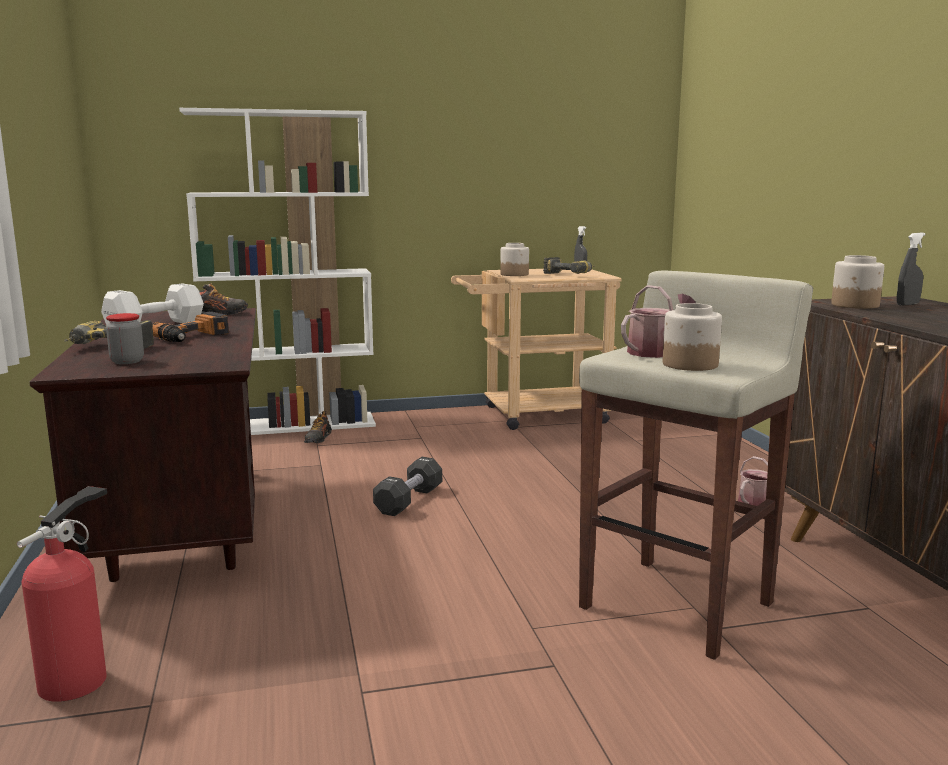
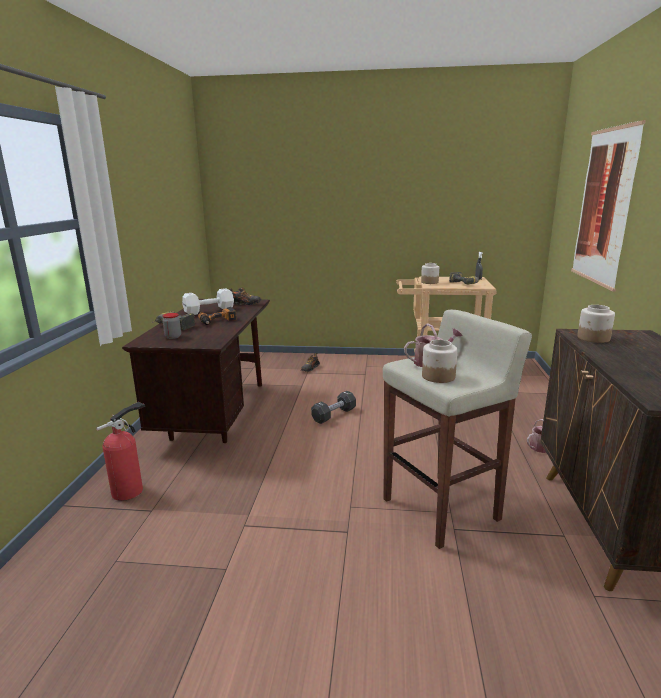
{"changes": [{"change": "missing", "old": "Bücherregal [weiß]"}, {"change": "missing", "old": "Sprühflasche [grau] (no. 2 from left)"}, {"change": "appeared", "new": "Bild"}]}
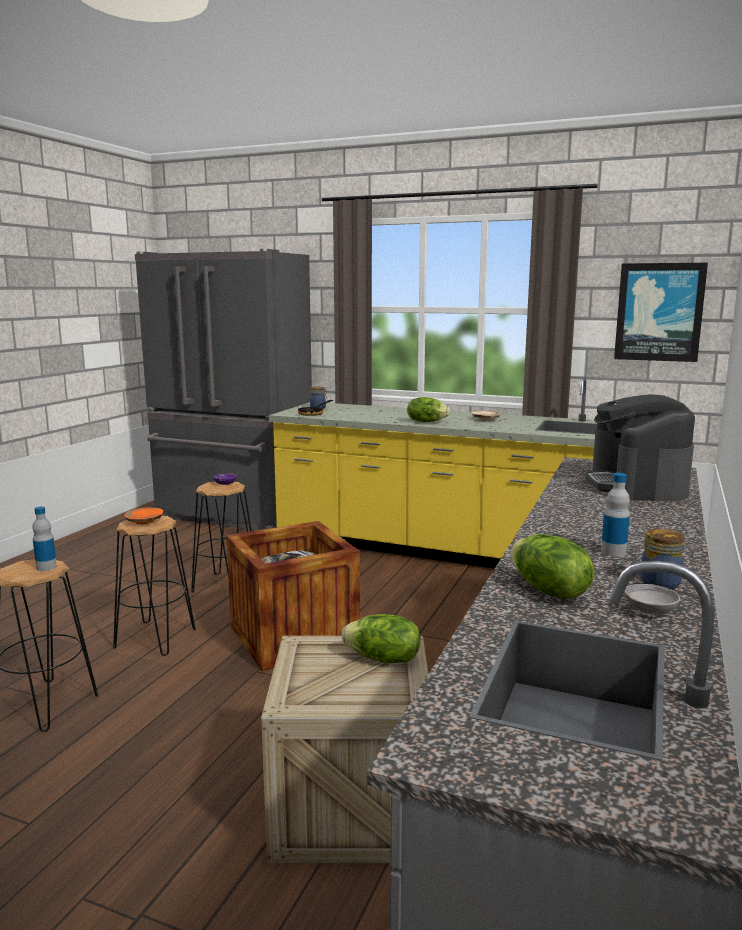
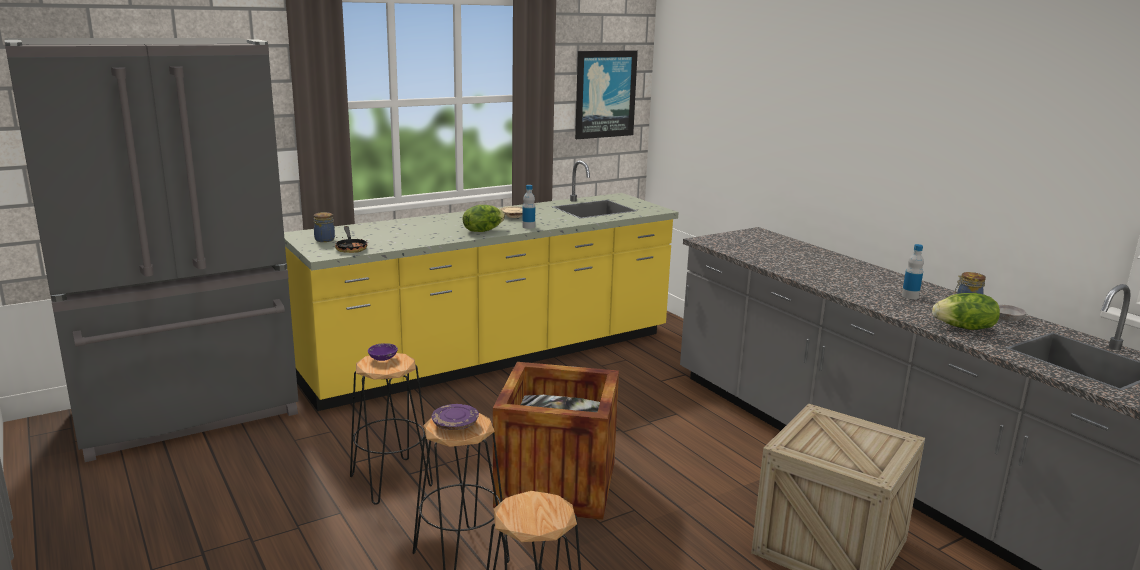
{"changes": [{"change": "relocated", "old": "Flasche (no. 1 from left)"}, {"change": "colour", "old": "Teller [orange]", "new": "Teller [lila]"}, {"change": "missing", "old": "Salatkopf (no. 1 from left)"}, {"change": "missing", "old": "Kaffeemaschine"}]}
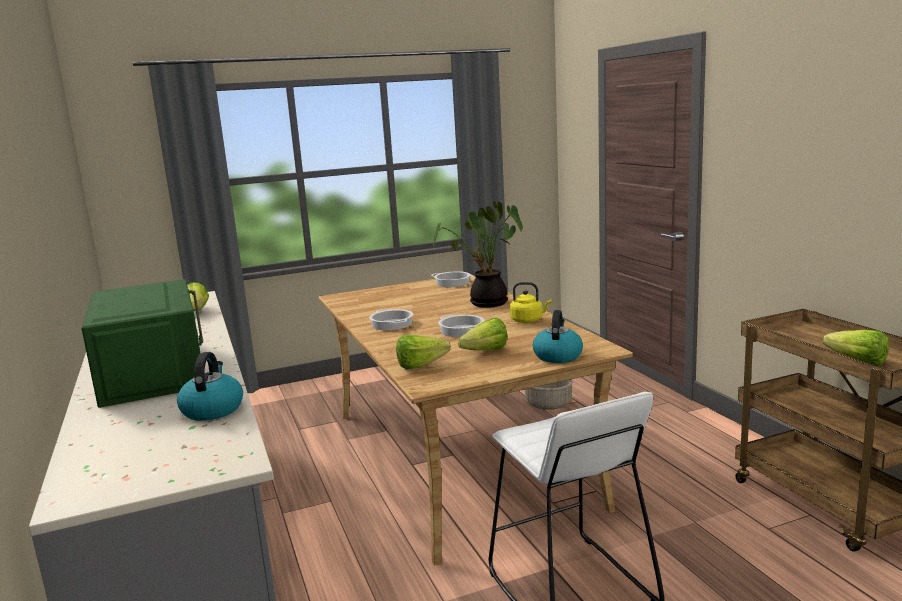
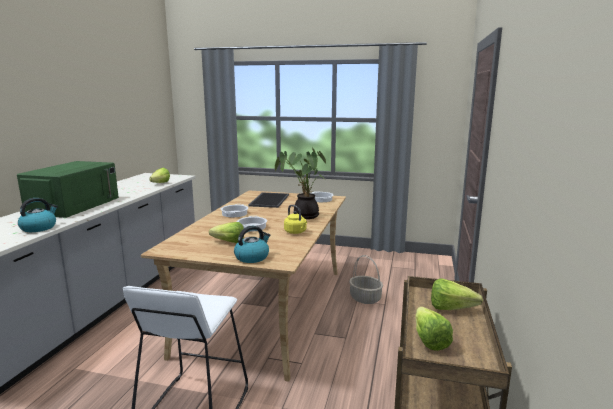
{"changes": [{"change": "relocated", "old": "Salatkopf (no. 2 from left in the first image)", "new": "Salatkopf (no. 4 from left)"}, {"change": "appeared", "new": "Tablett"}]}
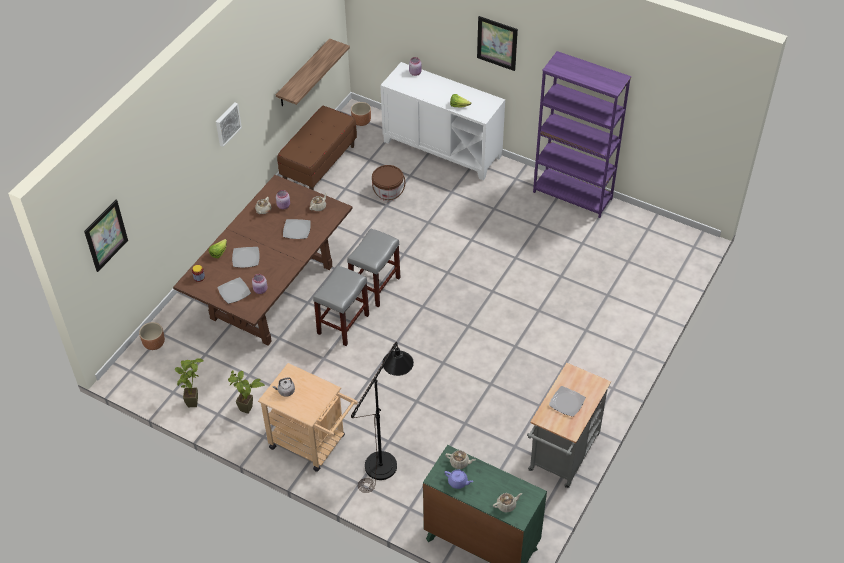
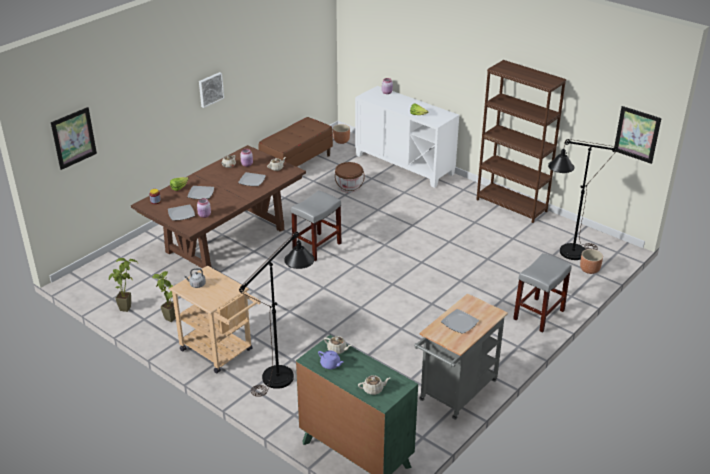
{"changes": [{"change": "relocated", "old": "Pflanzkübel [braun] (no. 1 from left in the first image)", "new": "Pflanzkübel [braun] (no. 2 from left)"}, {"change": "missing", "old": "Wandregal"}, {"change": "relocated", "old": "Hocker [grau] (no. 1 from left in the first image)", "new": "Hocker [grau] (no. 2 from left)"}, {"change": "relocated", "old": "Bild (no. 3 from left)"}, {"change": "colour", "old": "Bücherregal [lila]", "new": "Bücherregal [braun]"}, {"change": "appeared", "new": "Stehlampe [schwarz] (no. 2 from left)"}]}
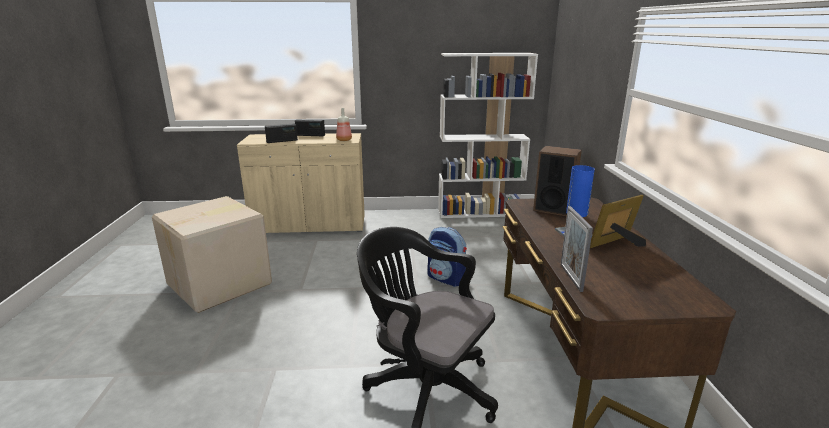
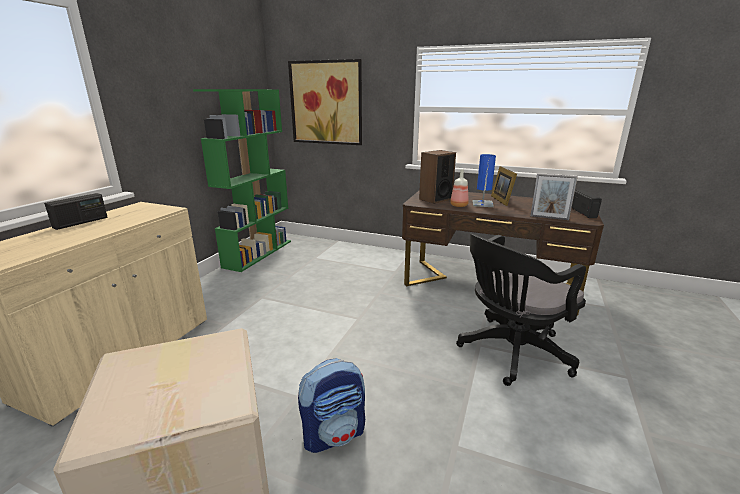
{"changes": [{"change": "relocated", "old": "Radio (no. 1 from left in the first image)", "new": "Radio (no. 2 from left)"}, {"change": "relocated", "old": "Flasche"}, {"change": "relocated", "old": "Rucksack"}, {"change": "colour", "old": "Bücherregal [weiß]", "new": "Bücherregal [grün]"}, {"change": "appeared", "new": "Bild"}]}
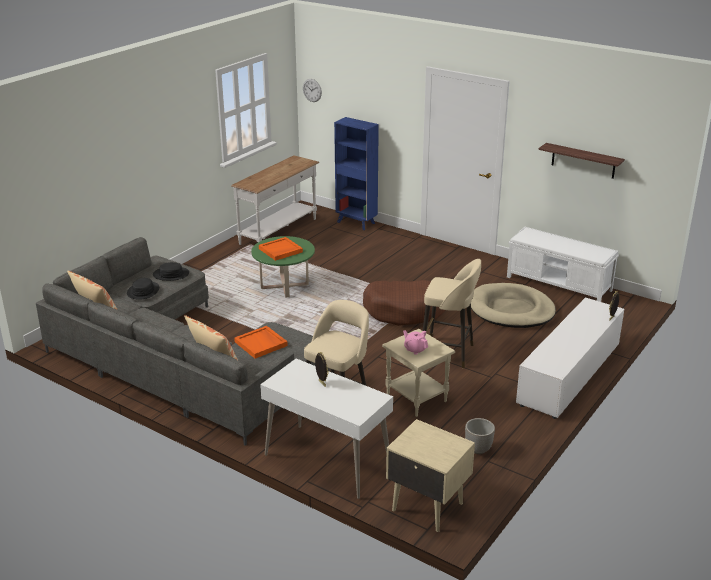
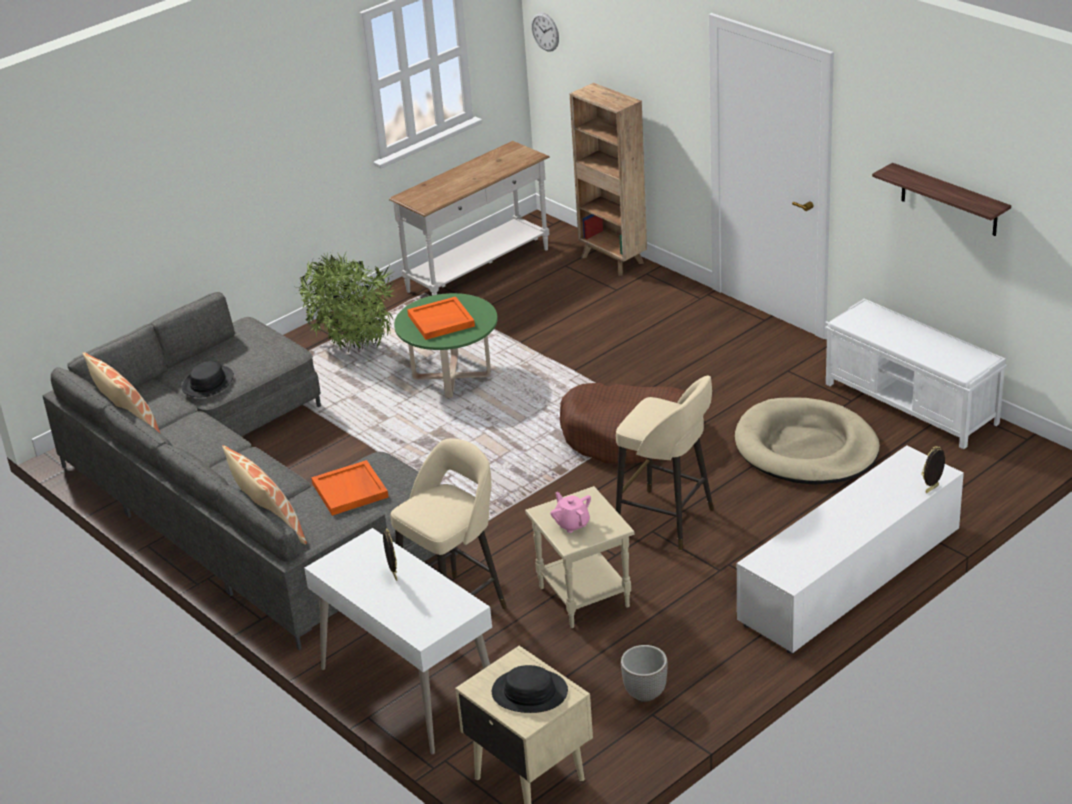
{"changes": [{"change": "relocated", "old": "Hut [schwarz] (no. 2 from left)"}, {"change": "colour", "old": "Bücherregal [blau]", "new": "Bücherregal [braun]"}, {"change": "appeared", "new": "Topfpflanze"}]}
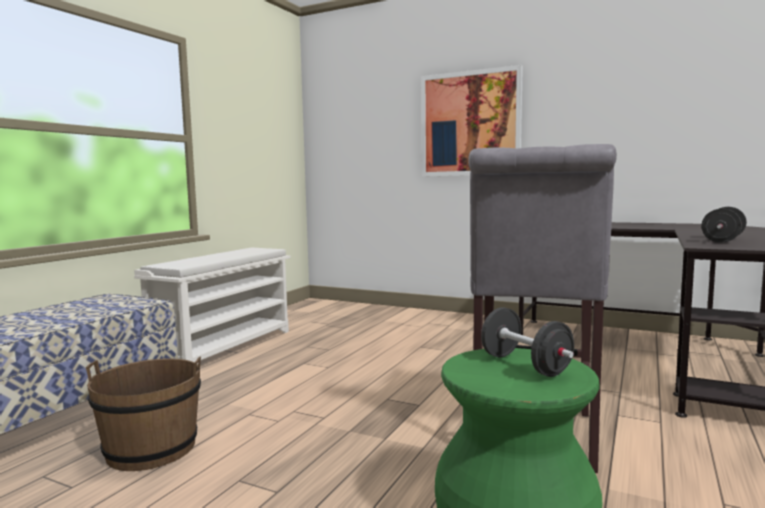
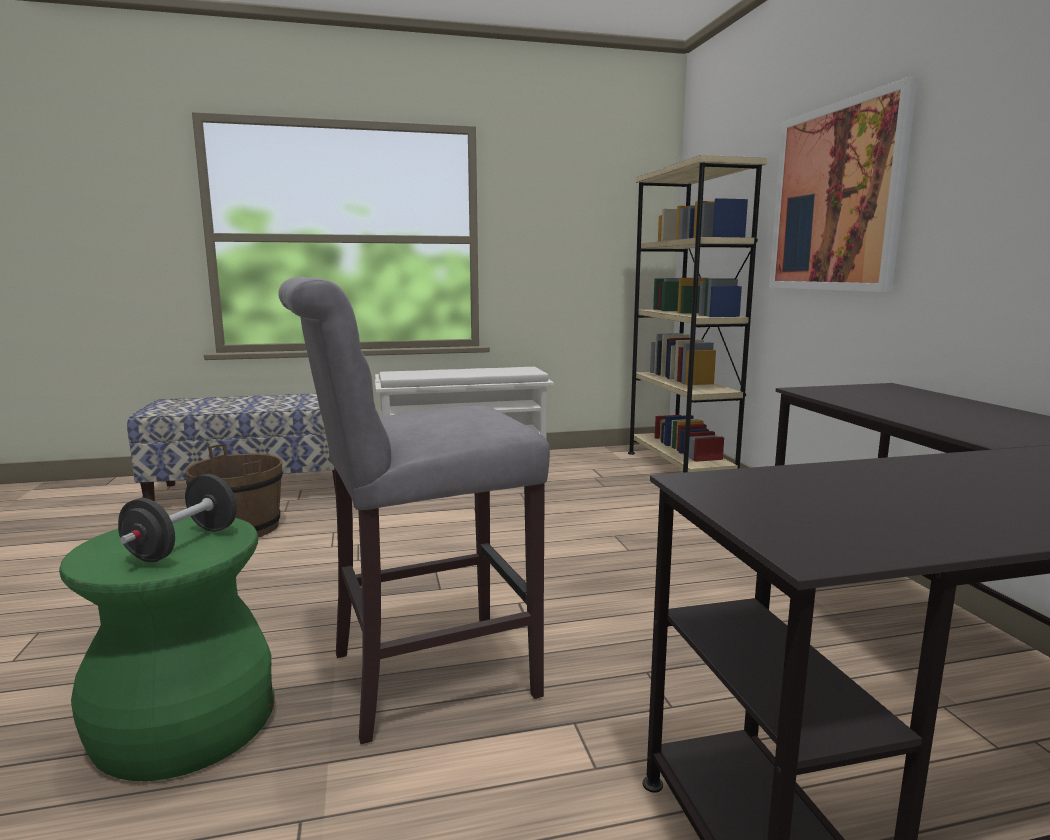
{"changes": [{"change": "missing", "old": "Hantel [schwarz] (no. 2 from left)"}, {"change": "appeared", "new": "Bücherregal [beige]"}]}
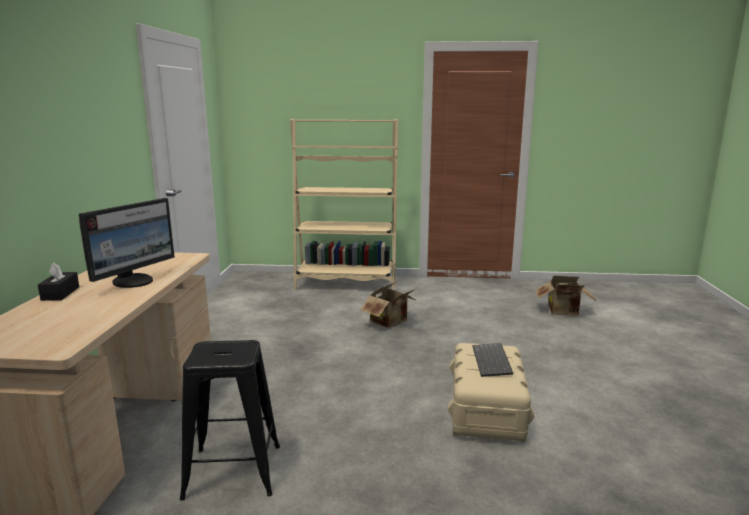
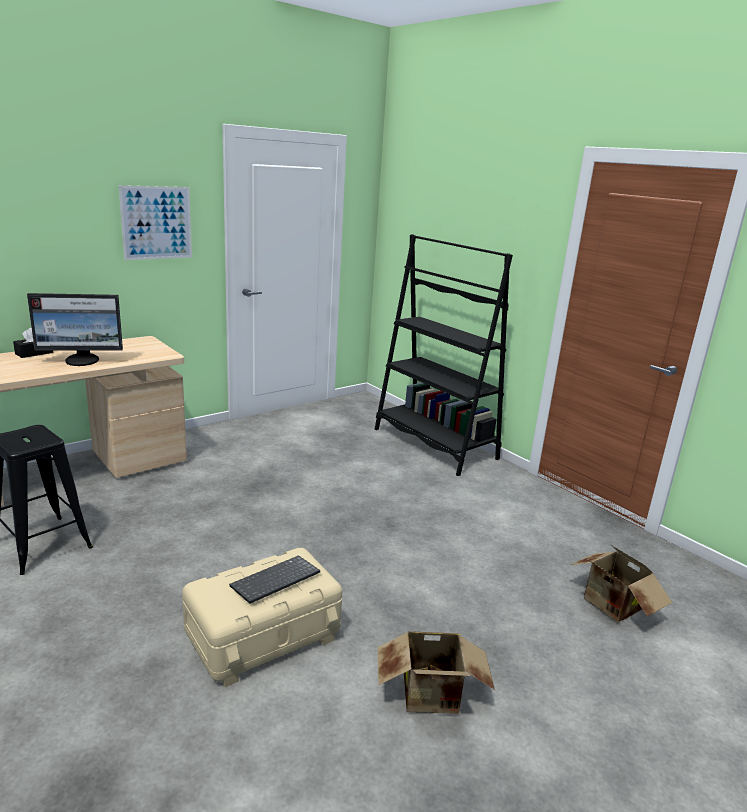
{"changes": [{"change": "colour", "old": "Bücherregal [beige]", "new": "Bücherregal [schwarz]"}, {"change": "relocated", "old": "Karton (no. 1 from left)"}, {"change": "appeared", "new": "Bild"}]}
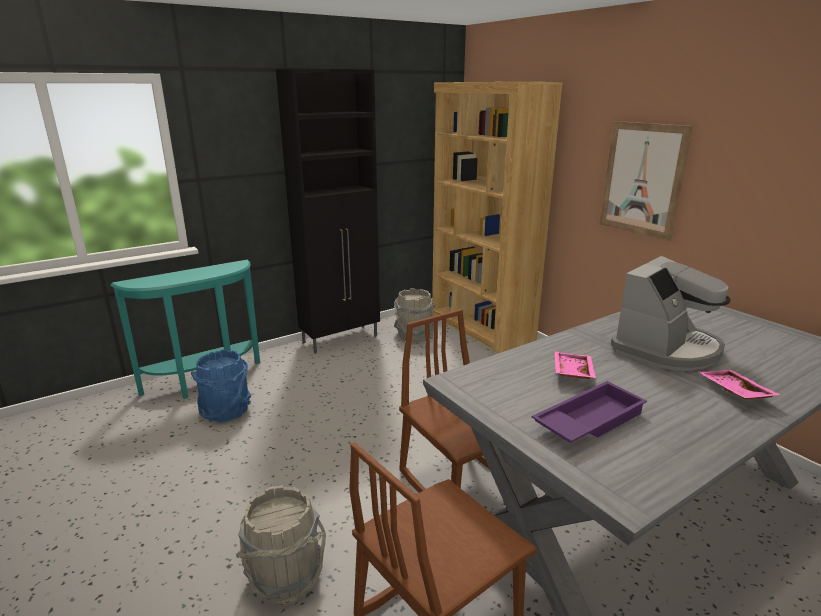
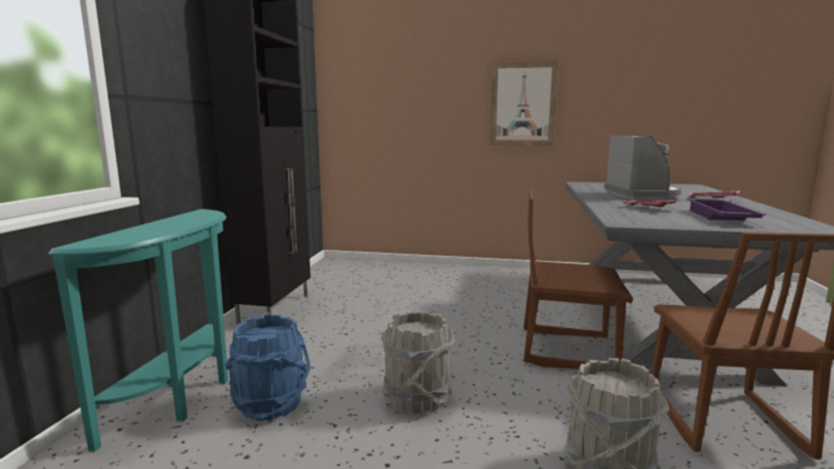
{"changes": [{"change": "relocated", "old": "Eimer [grau] (no. 2 from left in the first image)", "new": "Eimer [grau] (no. 1 from left)"}, {"change": "missing", "old": "Bücherregal [braun]"}]}
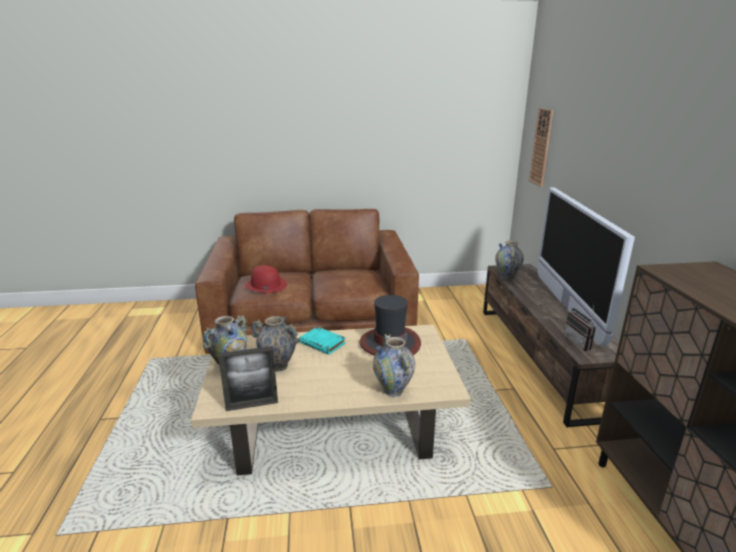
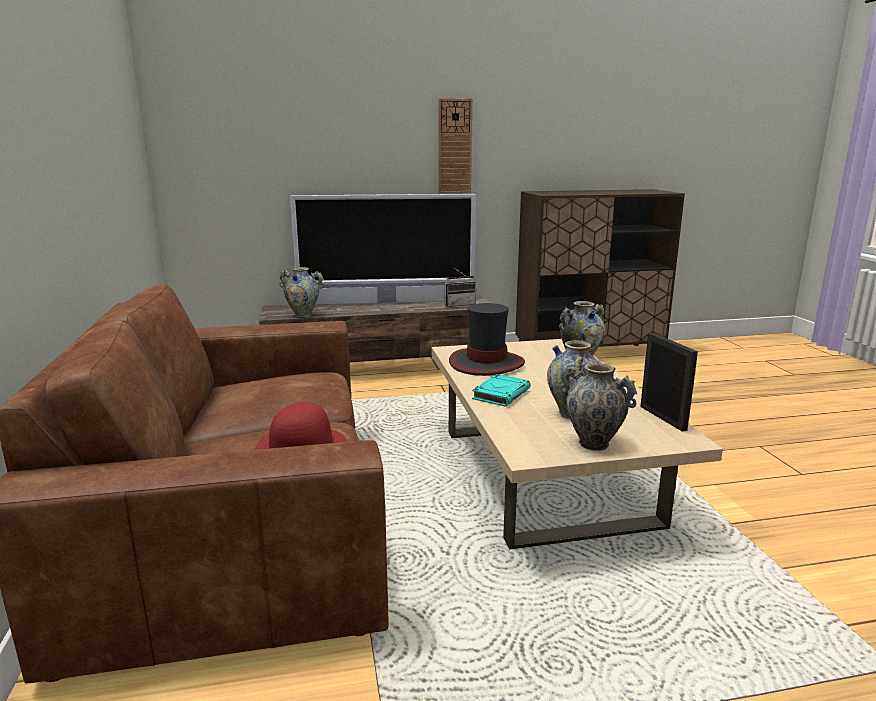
{"changes": [{"change": "relocated", "old": "Wanduhr"}]}
